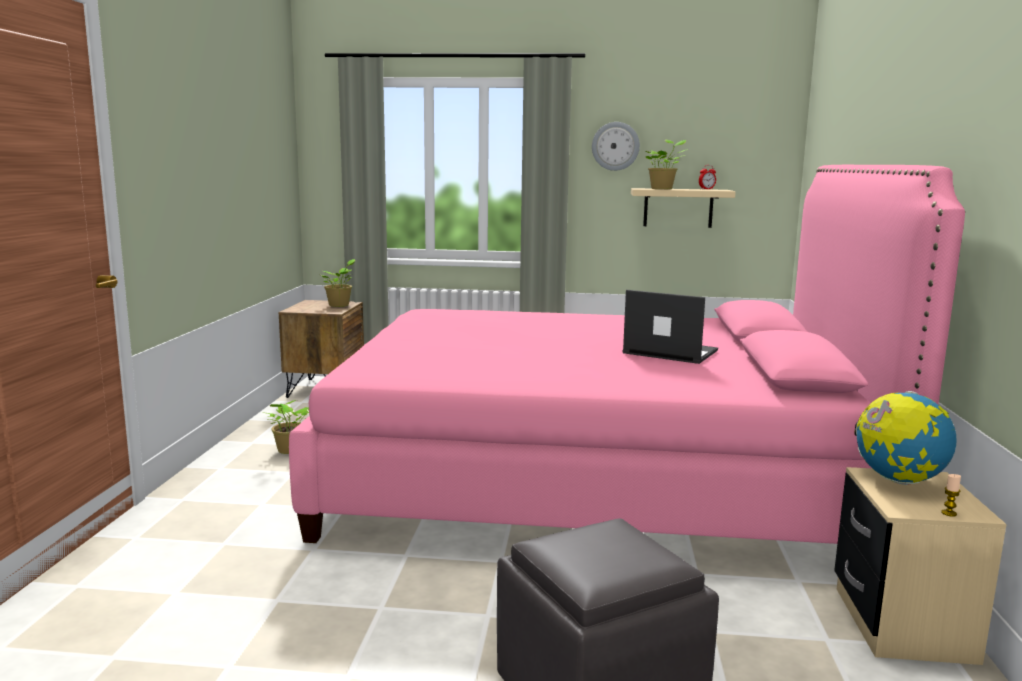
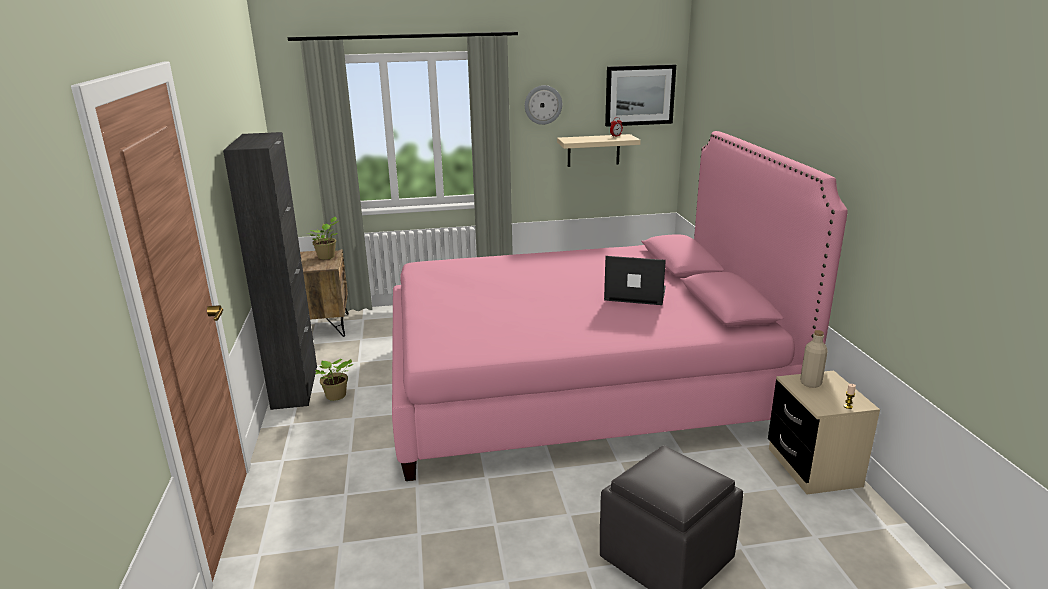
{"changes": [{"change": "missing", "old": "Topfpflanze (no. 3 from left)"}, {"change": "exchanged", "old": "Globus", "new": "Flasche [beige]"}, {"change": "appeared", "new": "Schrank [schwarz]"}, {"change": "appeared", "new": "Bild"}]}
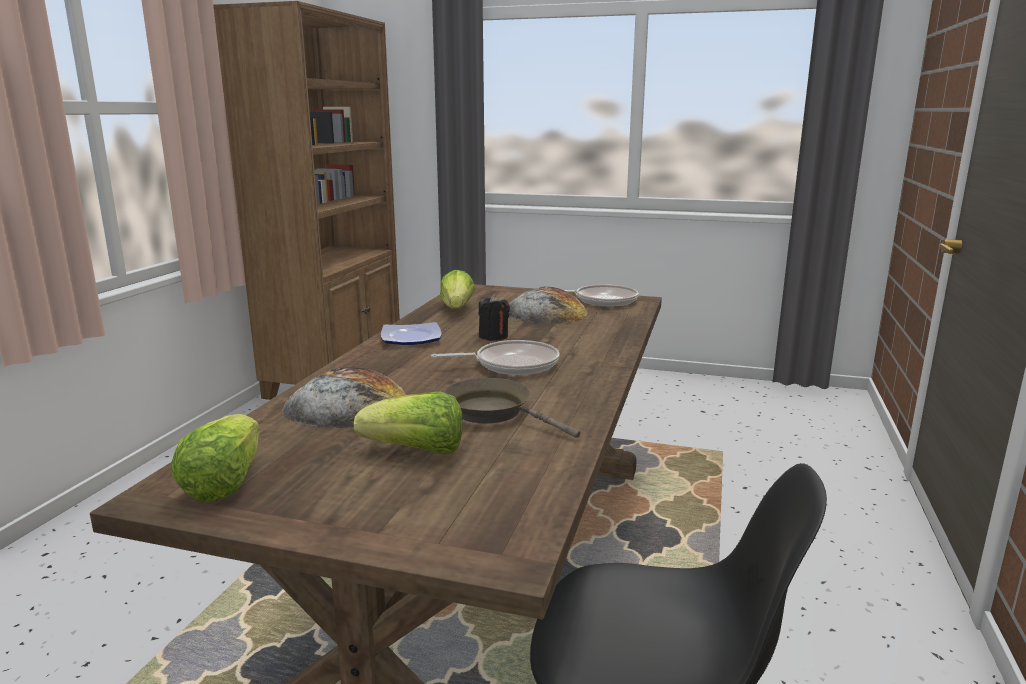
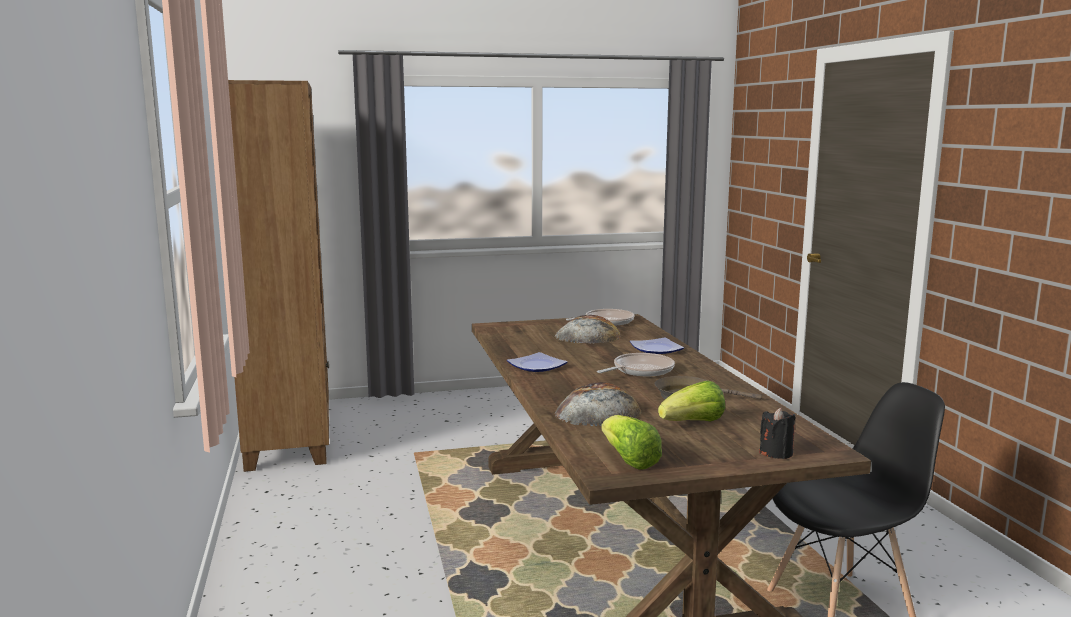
{"changes": [{"change": "missing", "old": "Salatkopf (no. 3 from left)"}, {"change": "relocated", "old": "Kerze [schwarz]"}, {"change": "appeared", "new": "Teller (no. 2 from left)"}]}
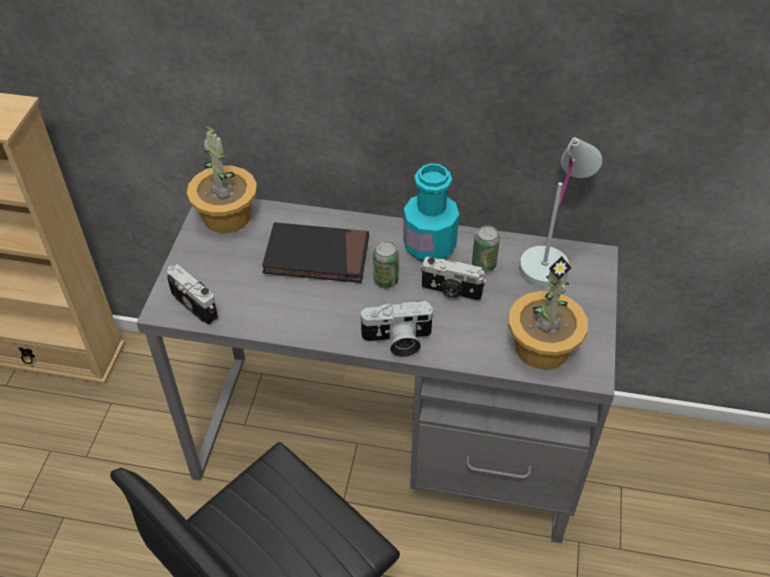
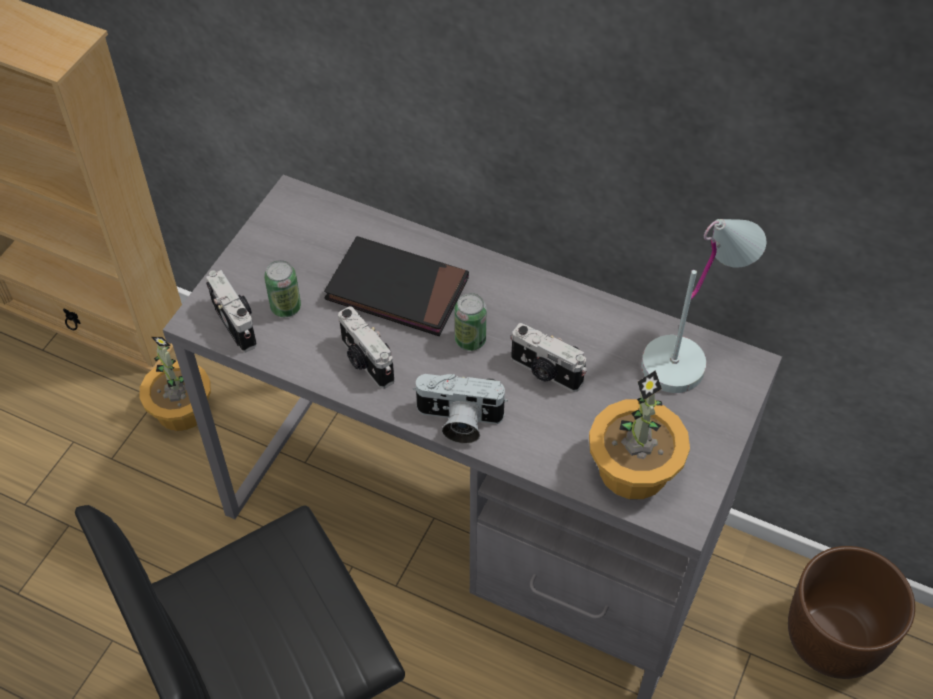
{"changes": [{"change": "relocated", "old": "Topfpflanze (no. 1 from left)"}, {"change": "missing", "old": "Flasche [türkis]"}, {"change": "relocated", "old": "Dose (no. 2 from left in the first image)", "new": "Dose (no. 1 from left)"}, {"change": "appeared", "new": "Kamera (no. 2 from left)"}, {"change": "appeared", "new": "Pflanzkübel [braun]"}]}
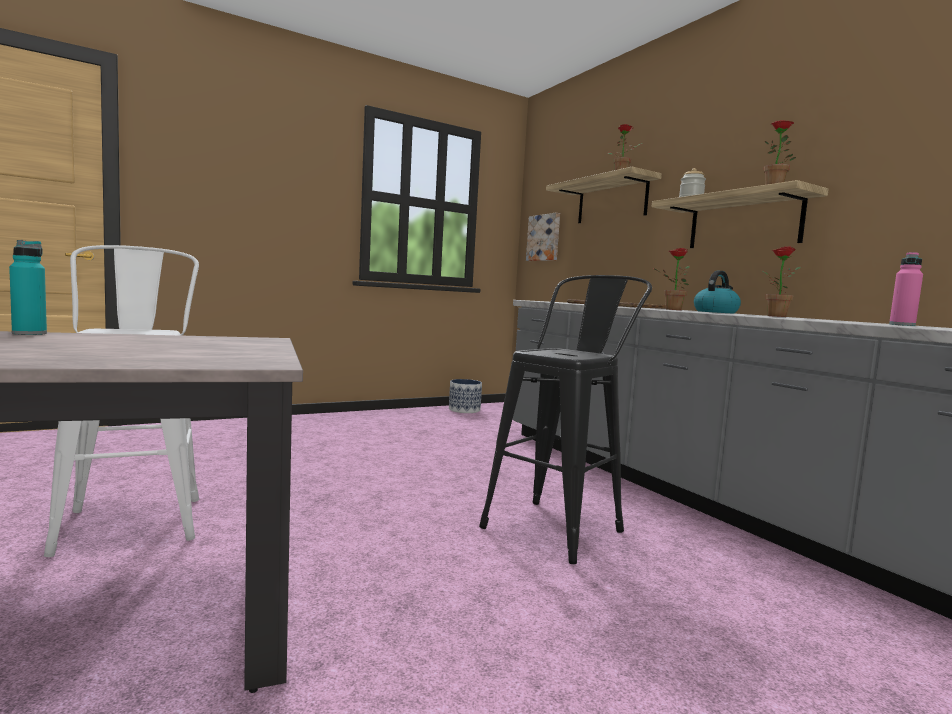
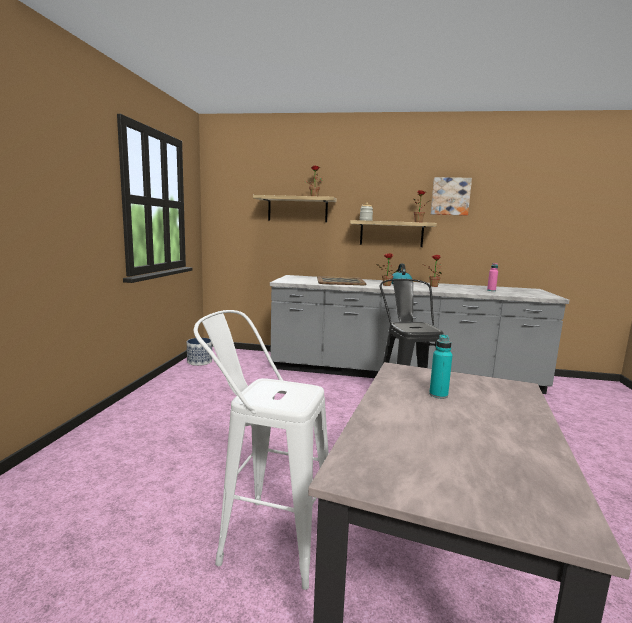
{"changes": [{"change": "relocated", "old": "Flasche [türkis]"}, {"change": "relocated", "old": "Bild"}]}
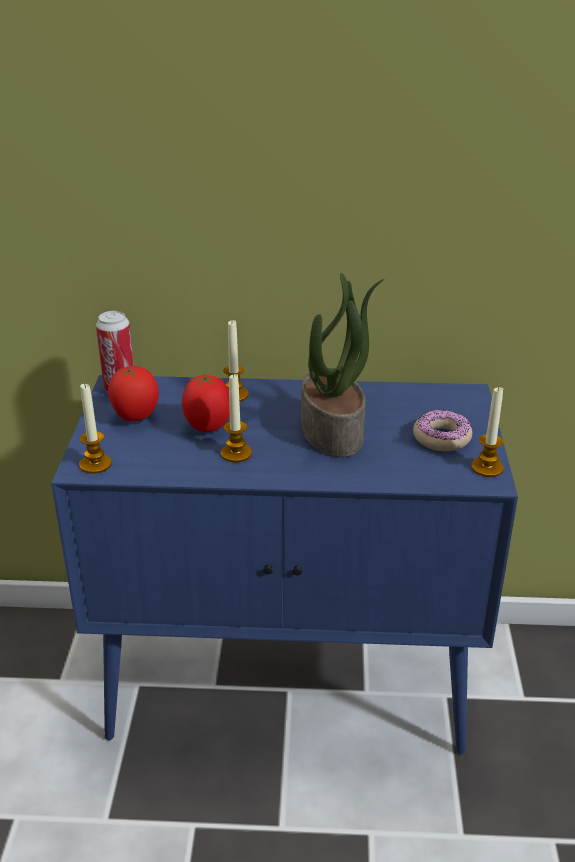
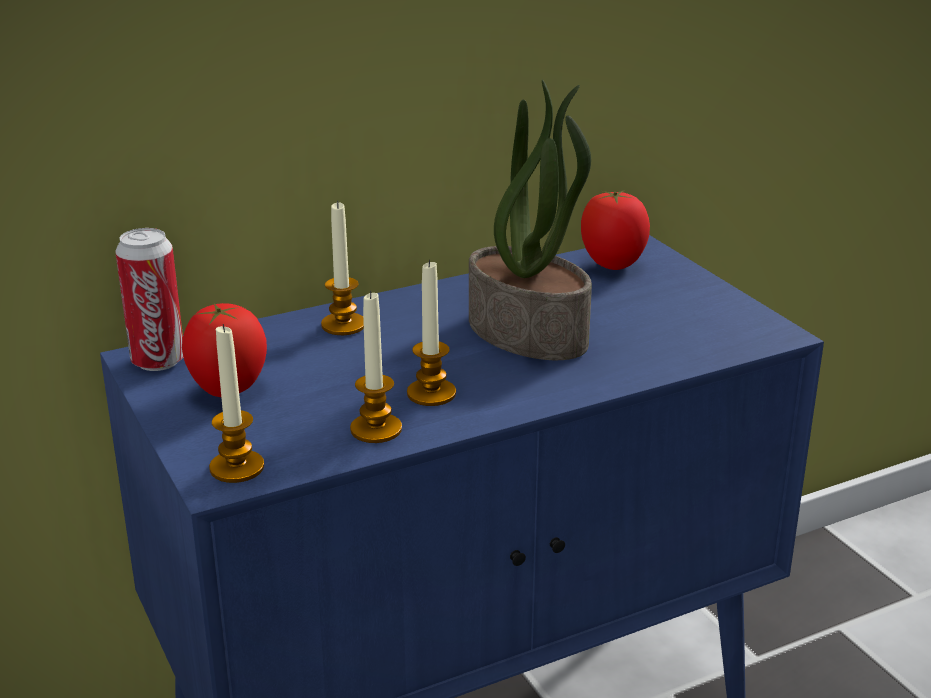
{"changes": [{"change": "relocated", "old": "Tomate (no. 2 from left)"}, {"change": "missing", "old": "Donut"}, {"change": "relocated", "old": "Kerze (no. 4 from left in the first image)", "new": "Kerze (no. 3 from left)"}]}
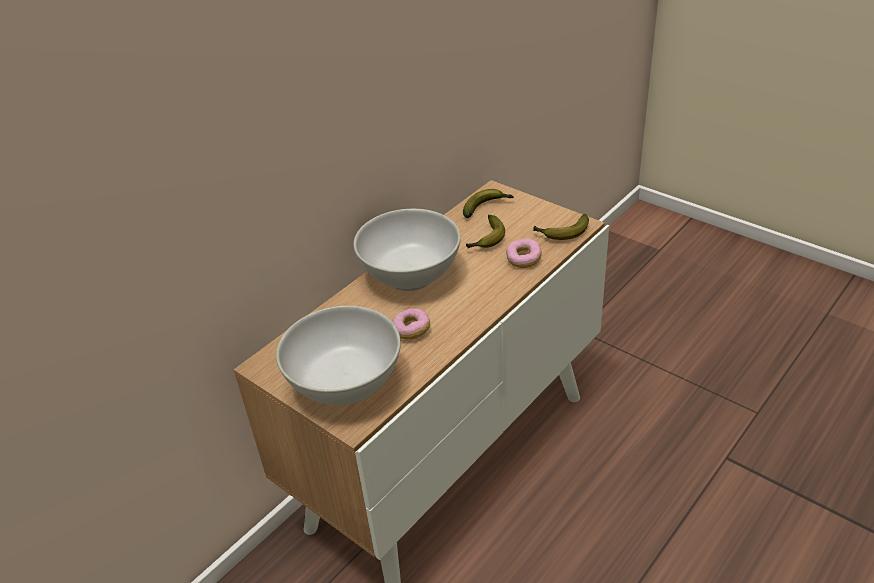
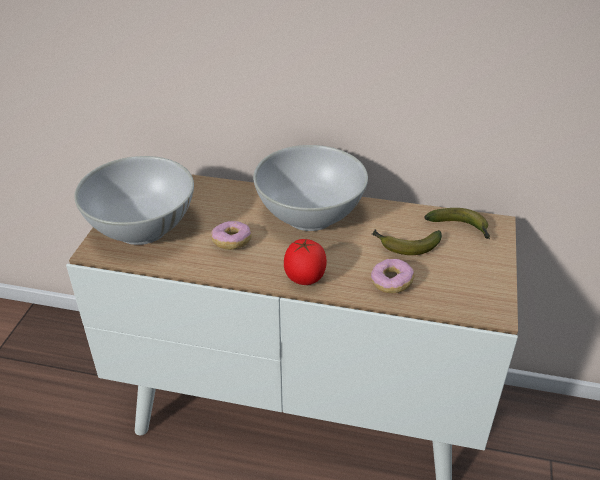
{"changes": [{"change": "missing", "old": "Banane (no. 3 from left)"}, {"change": "appeared", "new": "Tomate"}]}
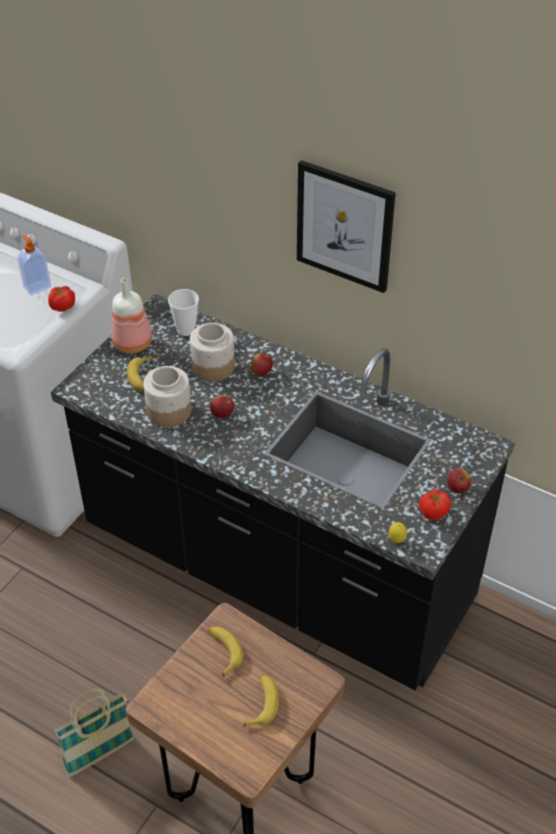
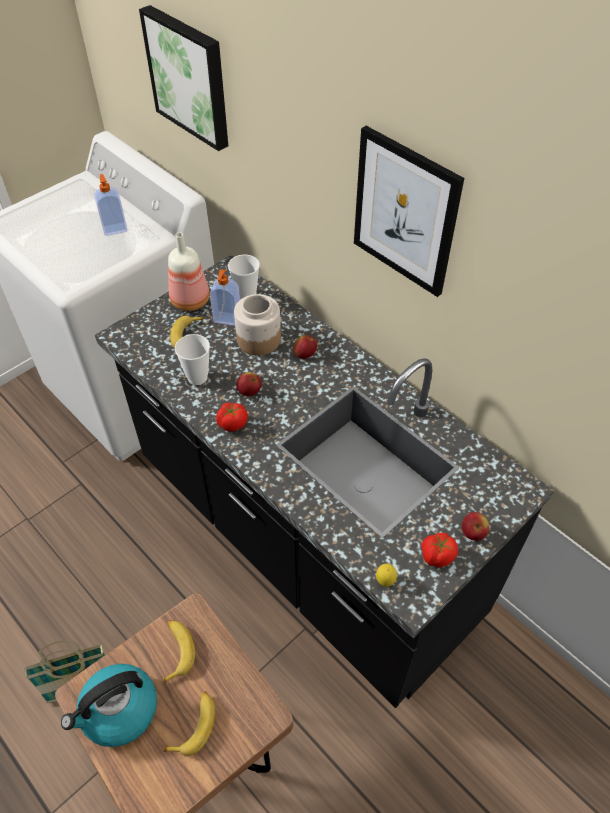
{"changes": [{"change": "relocated", "old": "Tomate (no. 1 from left)"}, {"change": "exchanged", "old": "Vorratsglas (no. 1 from left)", "new": "Tasse (no. 1 from left)"}, {"change": "appeared", "new": "Wasserkessel"}, {"change": "appeared", "new": "Bild (no. 1 from left)"}, {"change": "appeared", "new": "Seifenspender (no. 2 from left)"}]}
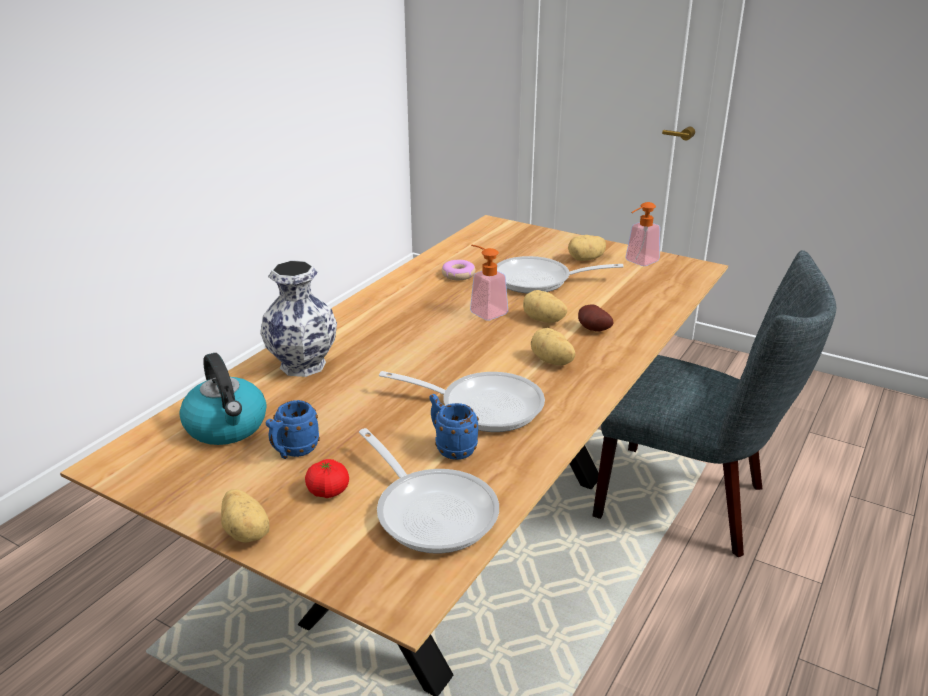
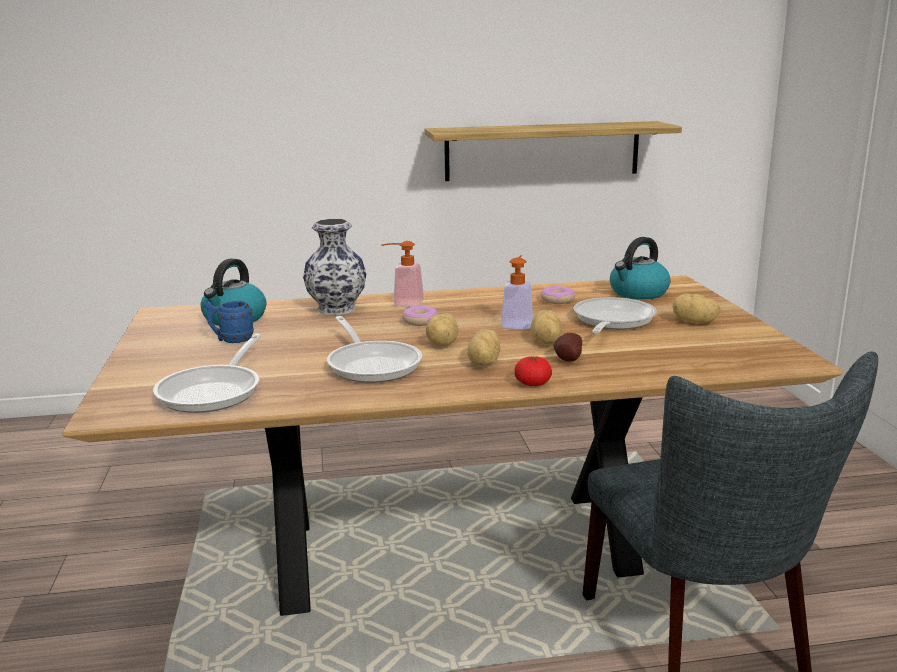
{"changes": [{"change": "relocated", "old": "Kartoffel (no. 1 from left)"}, {"change": "relocated", "old": "Tomate"}, {"change": "missing", "old": "Henkelbecher [blau] (no. 2 from left)"}, {"change": "spun", "old": "Pfanne (no. 3 from left)", "degrees": 60}, {"change": "relocated", "old": "Seifenspender (no. 2 from left in the first image)", "new": "Seifenspender (no. 1 from left)"}, {"change": "appeared", "new": "Donut (no. 1 from left)"}, {"change": "appeared", "new": "Wandregal"}, {"change": "appeared", "new": "Wasserkessel (no. 2 from left)"}]}
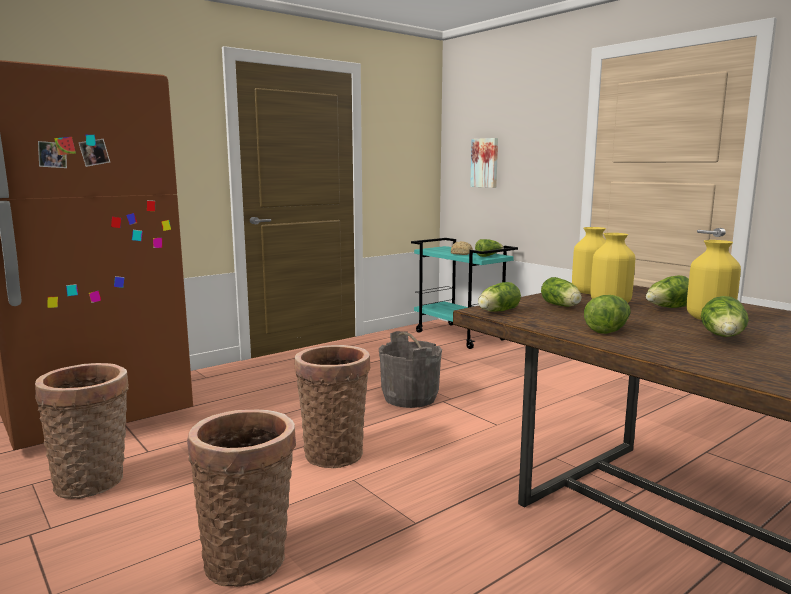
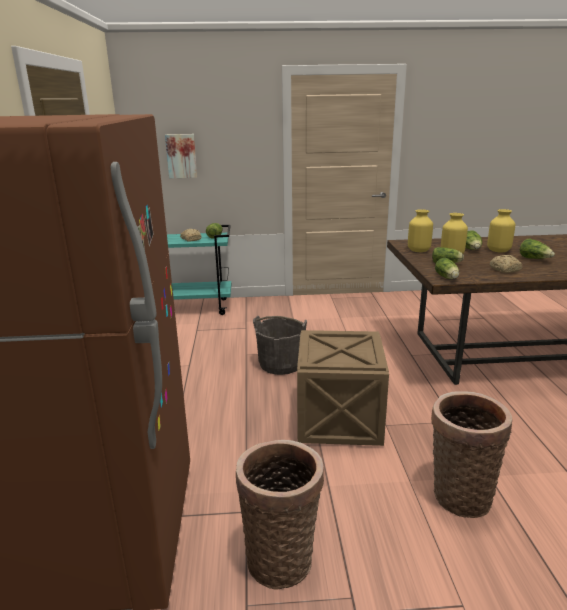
{"changes": [{"change": "exchanged", "old": "Korb (no. 3 from left)", "new": "Kiste"}, {"change": "exchanged", "old": "Salatkopf (no. 4 from left)", "new": "Brot (no. 2 from left)"}]}
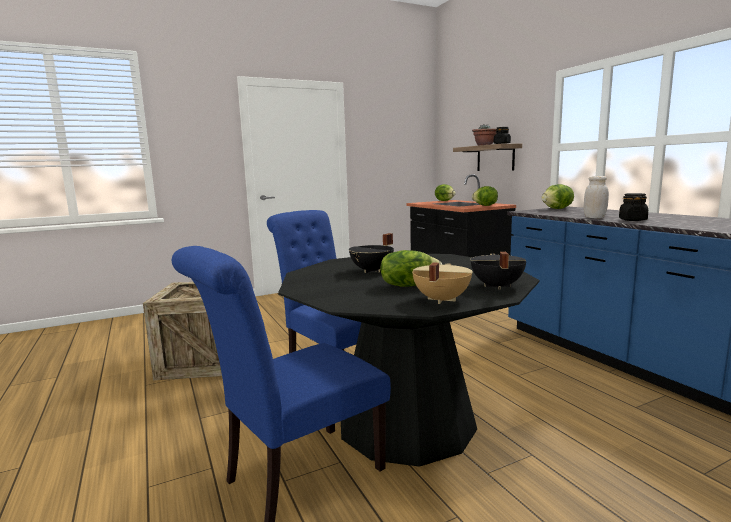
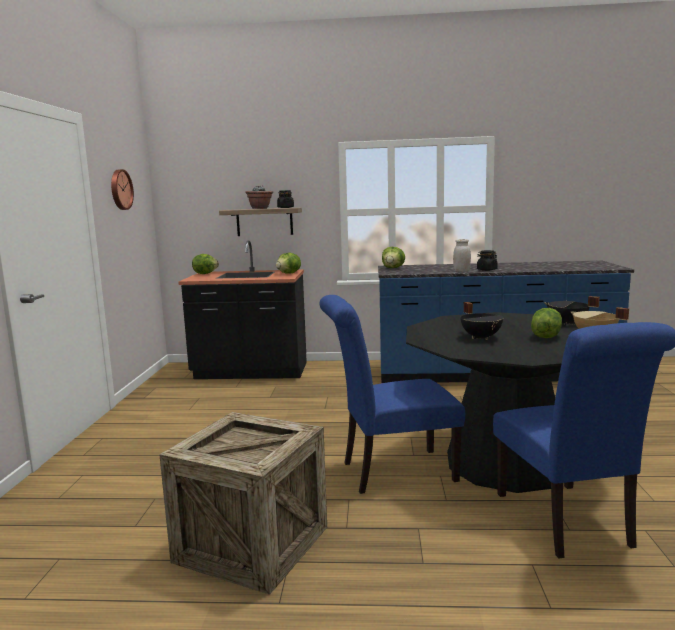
{"changes": [{"change": "appeared", "new": "Wanduhr"}]}
